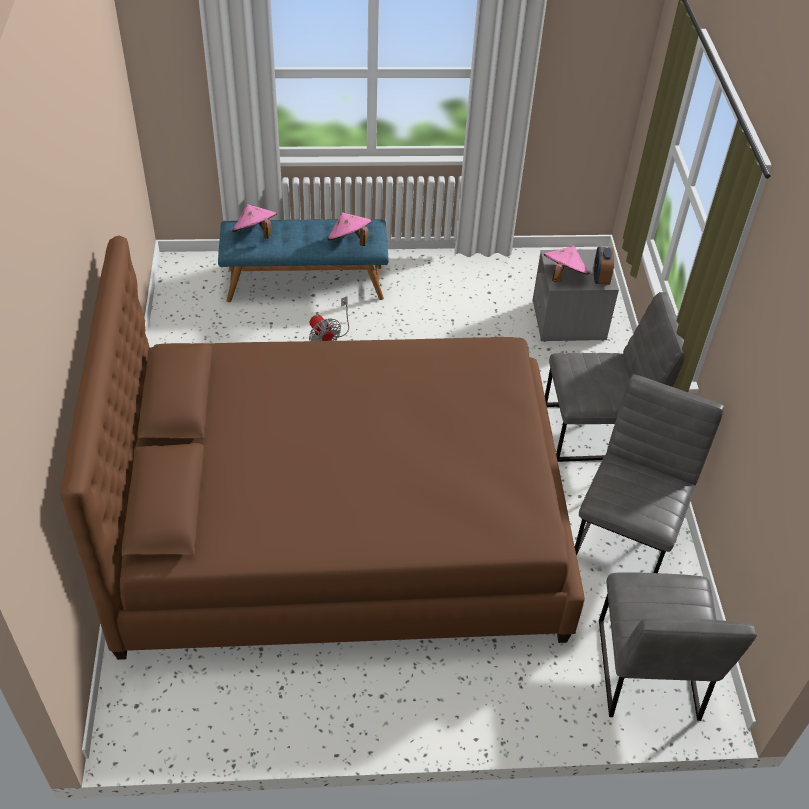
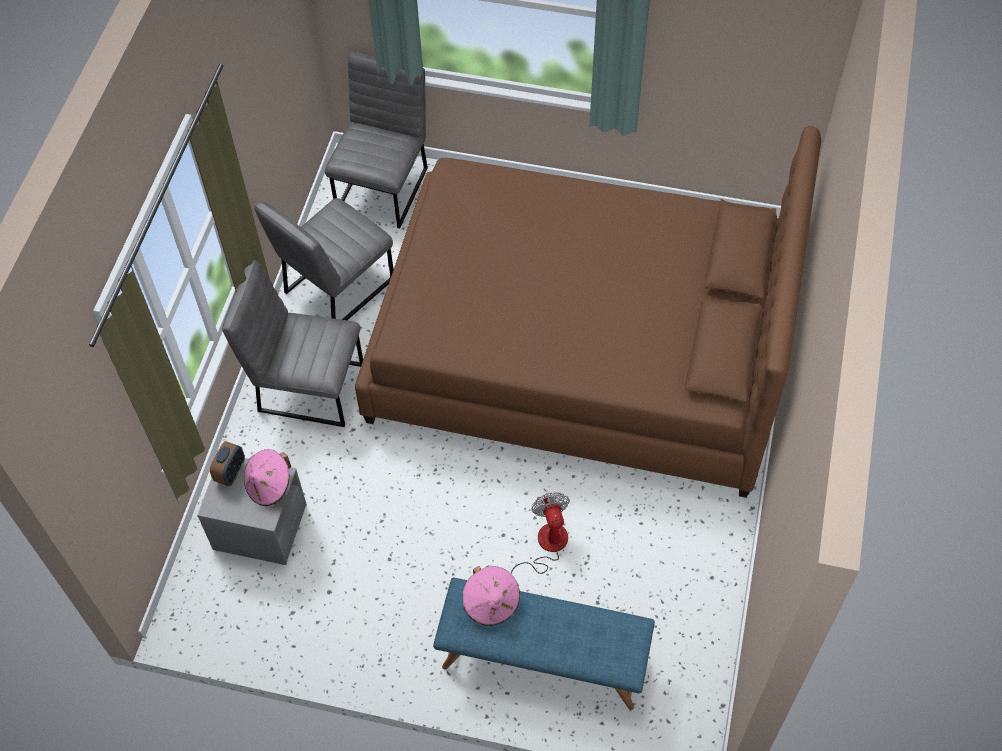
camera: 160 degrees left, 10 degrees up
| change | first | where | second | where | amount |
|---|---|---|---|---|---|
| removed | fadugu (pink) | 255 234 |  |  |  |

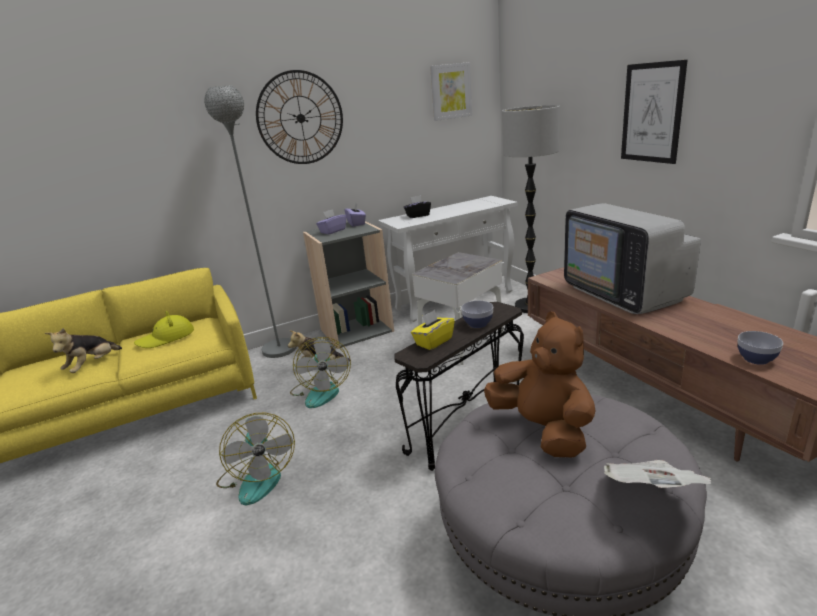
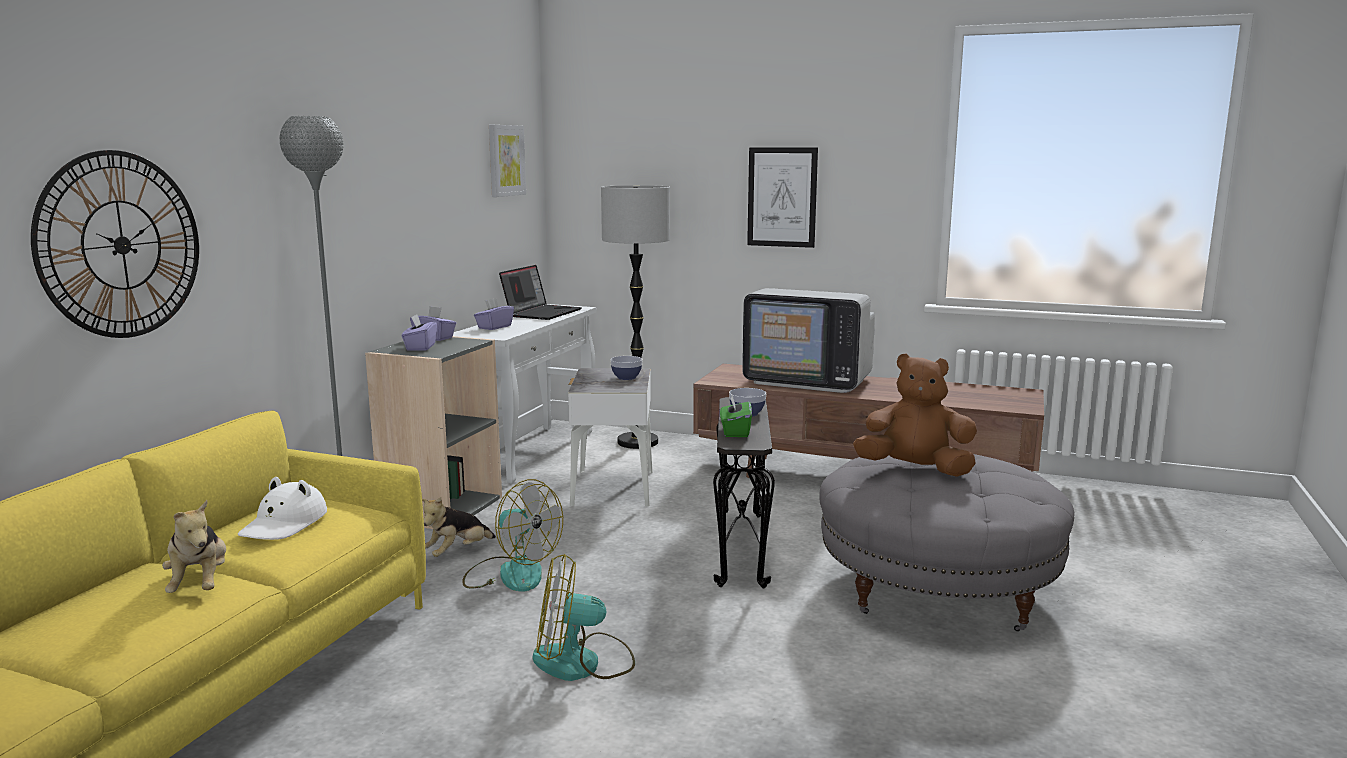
camera: 45 degrees left, 10 degrees down
| change | first | where | second | where | amount |
|---|---|---|---|---|---|
| recoloured | fadugu (yellow) | 166 338 | fadugu (white) | 284 524 |  |
| turned | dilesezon | 258 478 |  | 582 663 | 150 degrees clockwise |
| moved | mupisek | 300 118 |  | 121 245 |  |
| recoloured | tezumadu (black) | 418 215 | tezumadu (purple) | 494 327 |  |
| recoloured | tezumadu (yellow) | 433 341 | tezumadu (green) | 735 432 |  |
| removed | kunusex | 651 493 |  |  |  |
| moved | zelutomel | 756 359 |  | 626 377 |  |
| added |  |  | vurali | 542 313 |  |

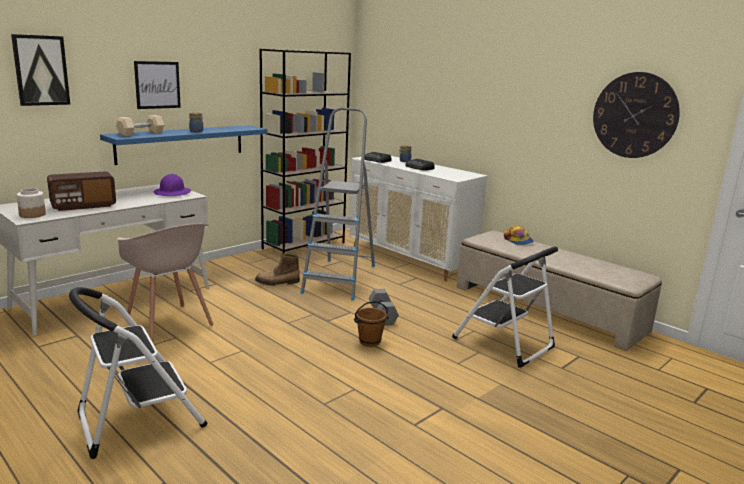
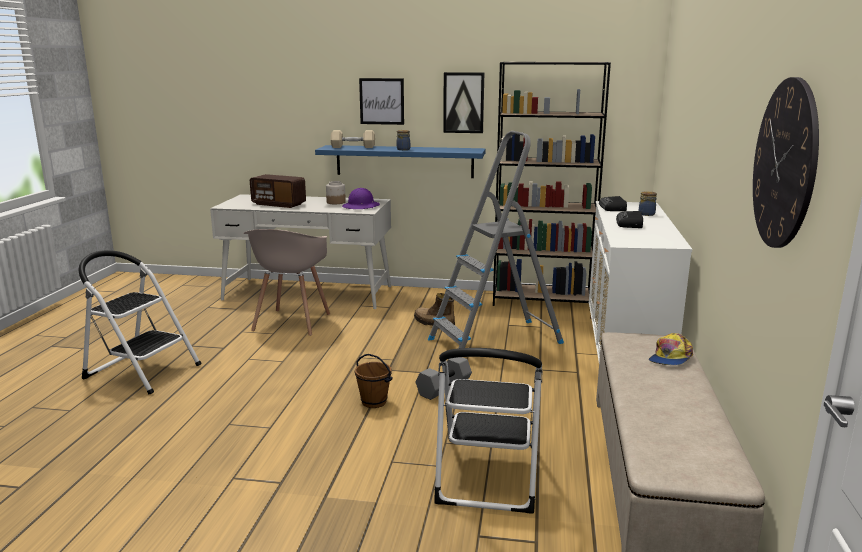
camera: 55 degrees right, 0 degrees up
| change | first | where | second | where | amount |
|---|---|---|---|---|---|
| moved | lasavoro | 41 70 |  | 463 102 |  |
| moved | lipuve | 32 215 |  | 335 202 |  |

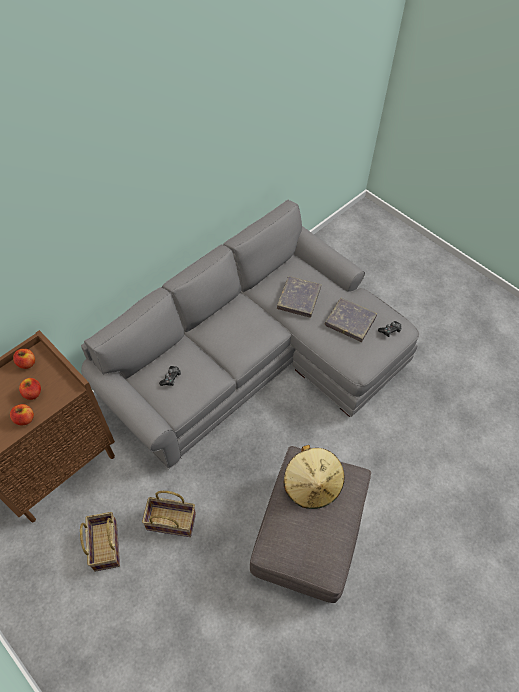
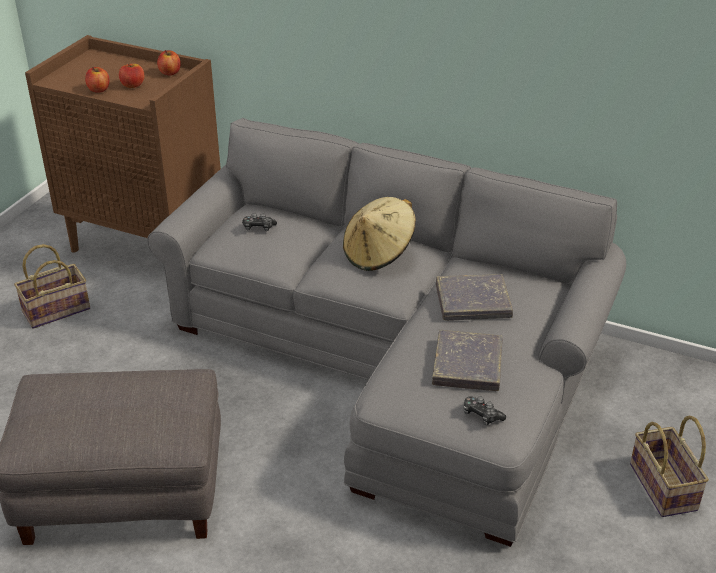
camera: 70 degrees right, 20 degrees down
| change | first | where | second | where | amount |
|---|---|---|---|---|---|
| moved | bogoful | 172 521 |  | 665 488 |  |
| moved | fadugu (beige) | 312 485 |  | 379 254 |  |

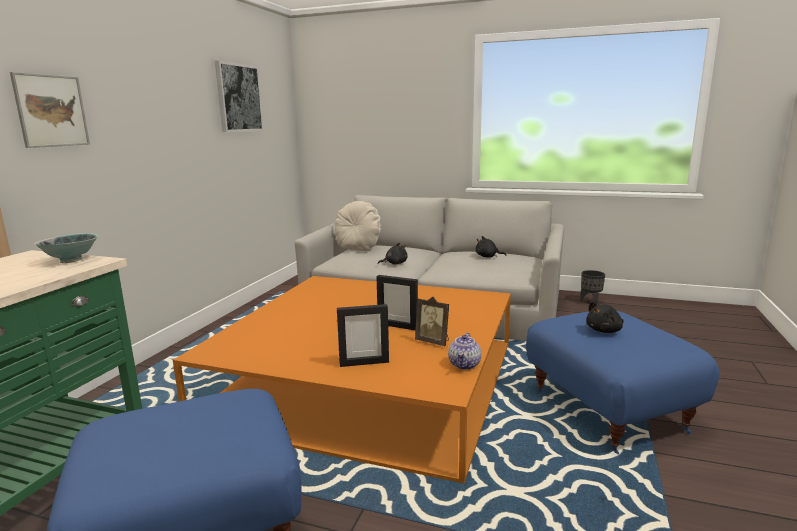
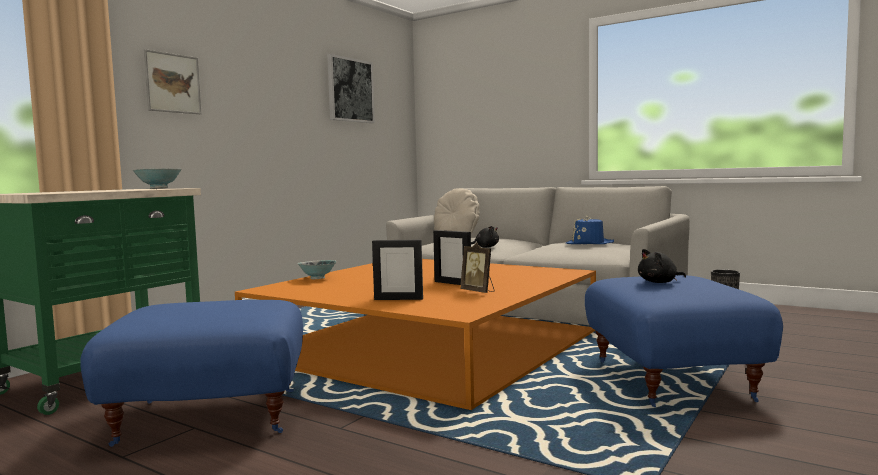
camera: 15 degrees right, 10 degrees down
| change | first | where | second | where | amount |
|---|---|---|---|---|---|
| removed | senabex | 465 365 |  |  |  |
| replaced | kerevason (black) | 487 257 | fadugu (blue) | 589 243 |  |
| added |  |  | zelutomel | 317 278 |  |

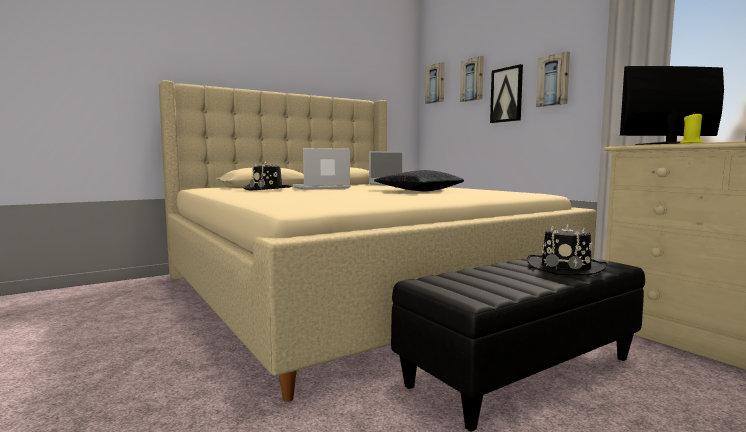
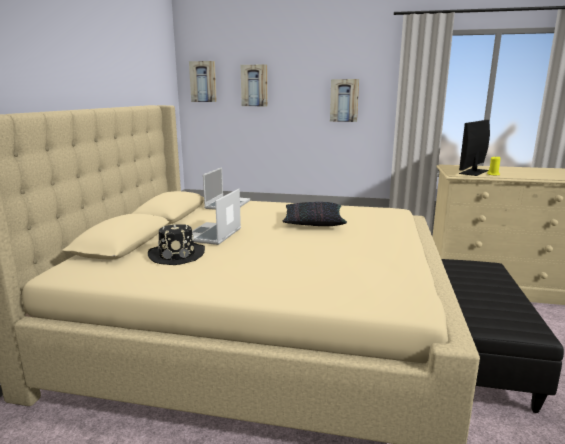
camera: 45 degrees left, 10 degrees up
| change | first | where | second | where | amount |
|---|---|---|---|---|---|
| removed | lasavoro | 506 95 |  |  |  |
| removed | fadugu (black) | 566 267 |  |  |  |

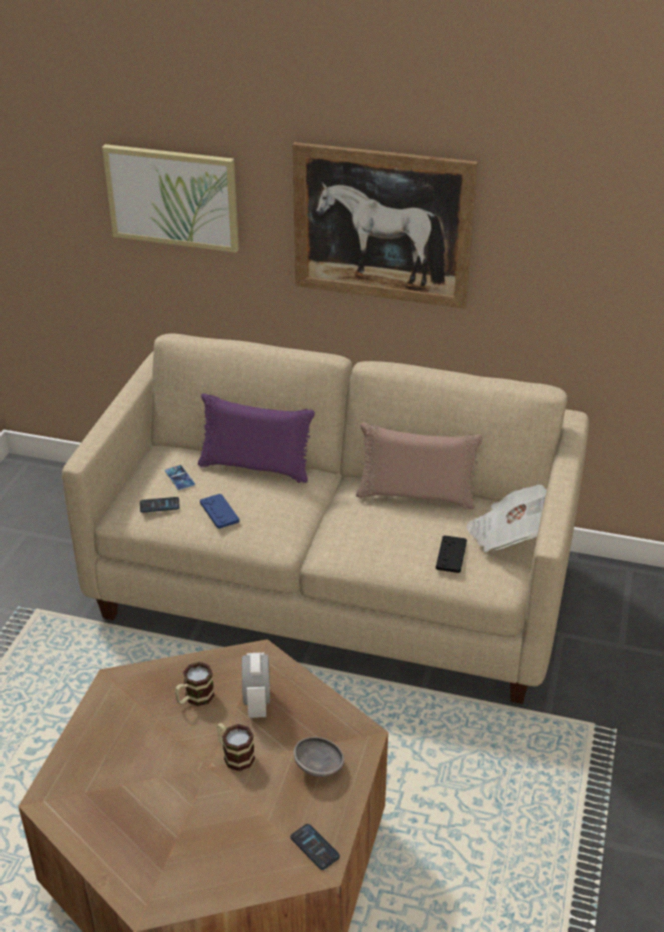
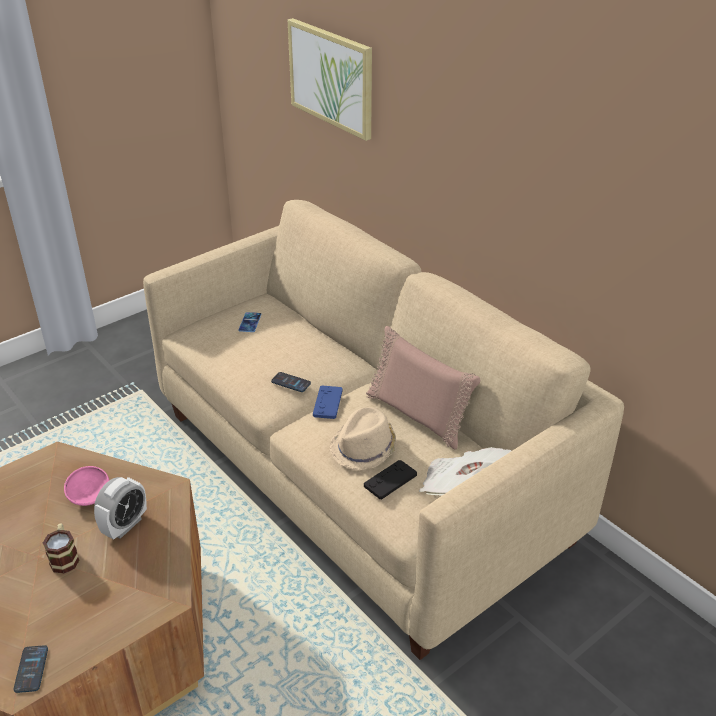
camera: 35 degrees right, 0 degrees up
| change | first | where | second | where | amount |
|---|---|---|---|---|---|
| moved | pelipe | 159 505 |  | 291 382 |  |
| replaced | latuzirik | 194 698 | zelutomel (pink) | 89 497 |  |
| removed | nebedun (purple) | 255 467 |  |  |  |
| moved | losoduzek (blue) | 219 512 |  | 327 403 |  |
| removed | lasavoro | 382 225 |  |  |  |
| removed | zelutomel (grey) | 319 767 |  |  |  |
| added |  |  | fadugu (beige) | 364 448 |  |

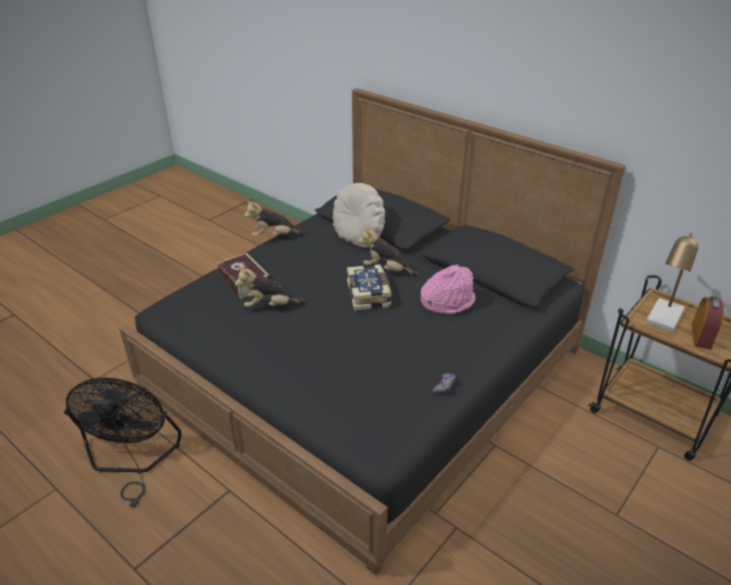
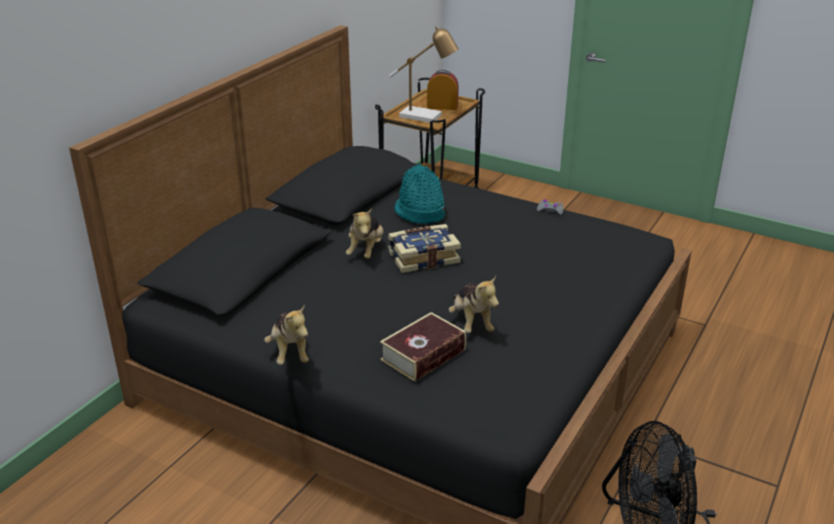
camera: 100 degrees left, 5 degrees down
| change | first | where | second | where | amount |
|---|---|---|---|---|---|
| removed | nebedun (beige) | 358 239 |  |  |  |
| recoloured | fadugu (pink) | 447 301 | fadugu (turquoise) | 420 212 |  |

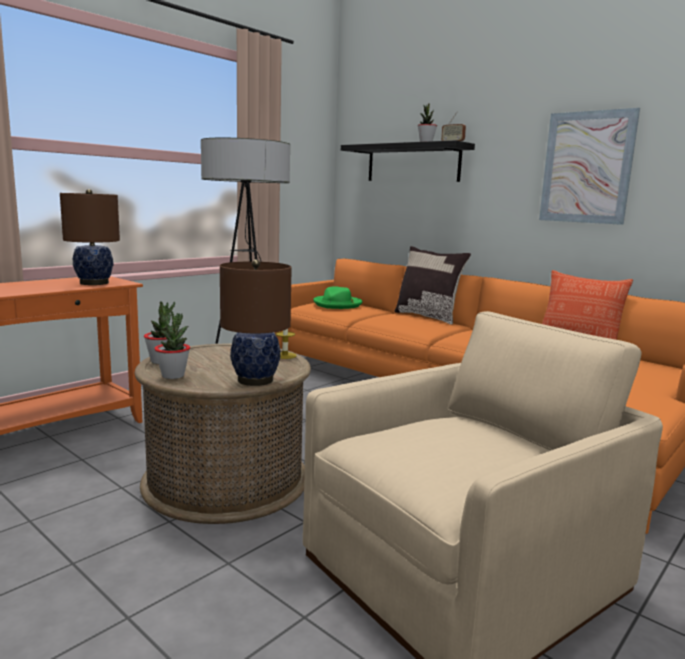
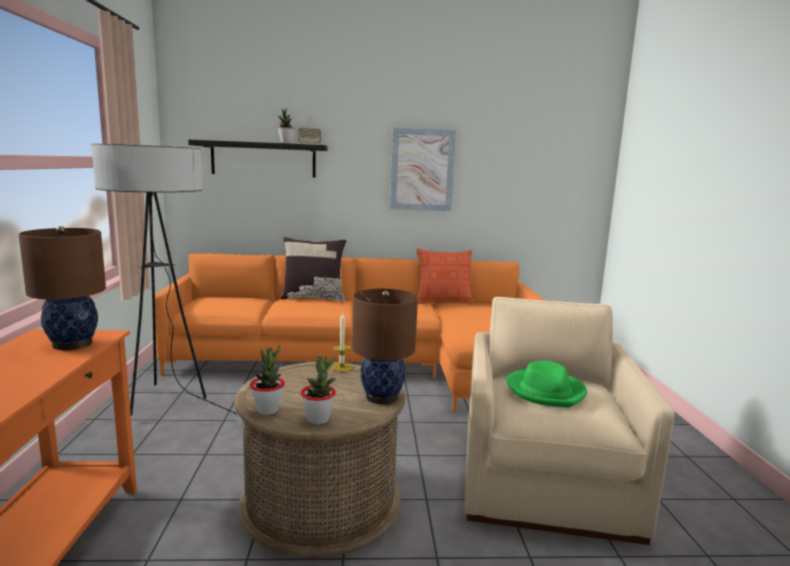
camera: 45 degrees left, 0 degrees up
| change | first | where | second | where | amount |
|---|---|---|---|---|---|
| moved | fadugu (green) | 337 304 |  | 546 391 |  |

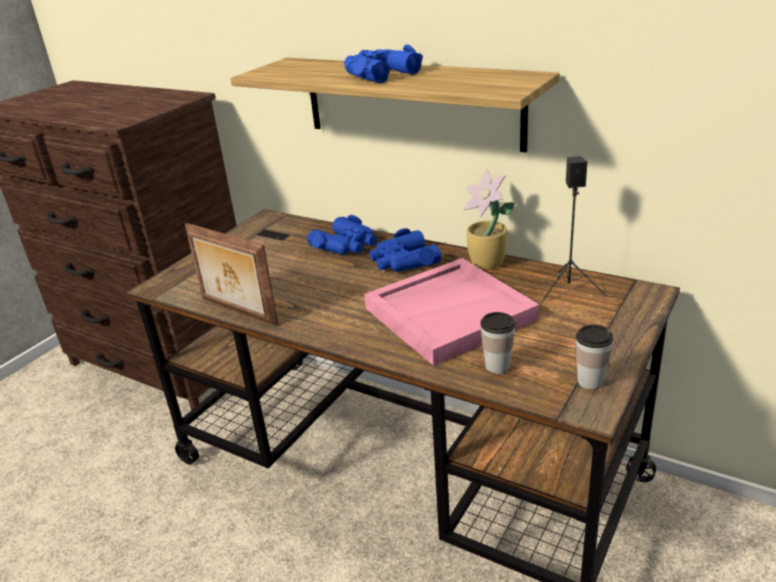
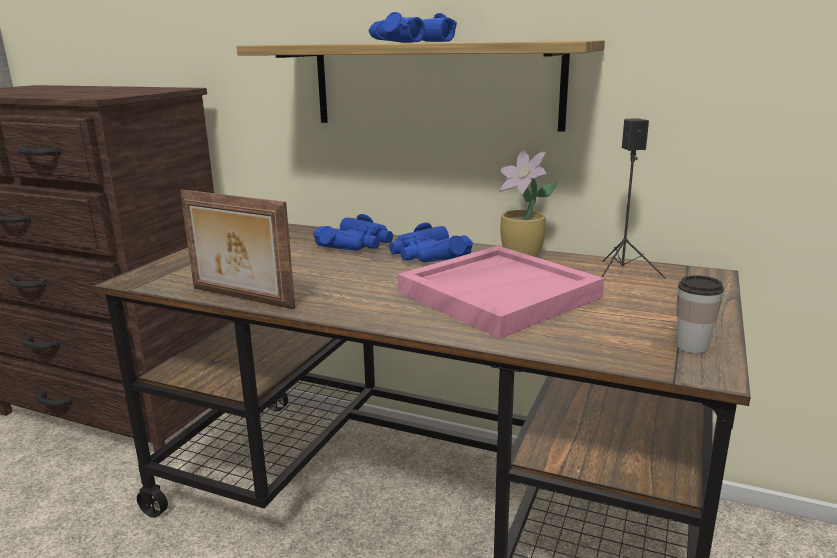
camera: 10 degrees left, 10 degrees down
| change | first | where | second | where | amount |
|---|---|---|---|---|---|
| removed | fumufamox | 497 366 |  |  |  |

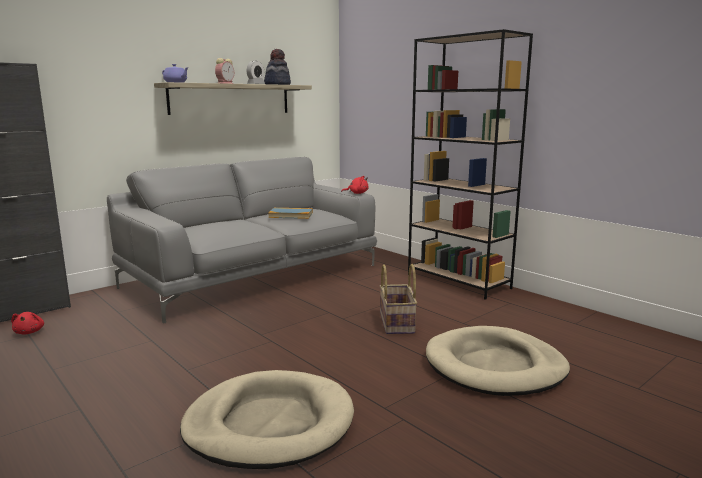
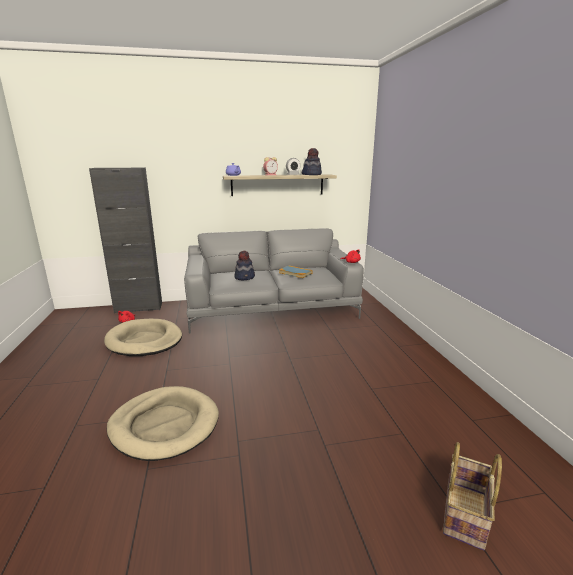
camera: 30 degrees right, 5 degrees up
| change | first | where | second | where | amount |
|---|---|---|---|---|---|
| moved | bogoful | 397 323 |  | 465 514 |  |
| removed | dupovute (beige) | 458 281 |  |  |  |
| moved | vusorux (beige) | 495 366 |  | 144 340 |  |
| added |  |  | fadugu | 245 277 |  |

